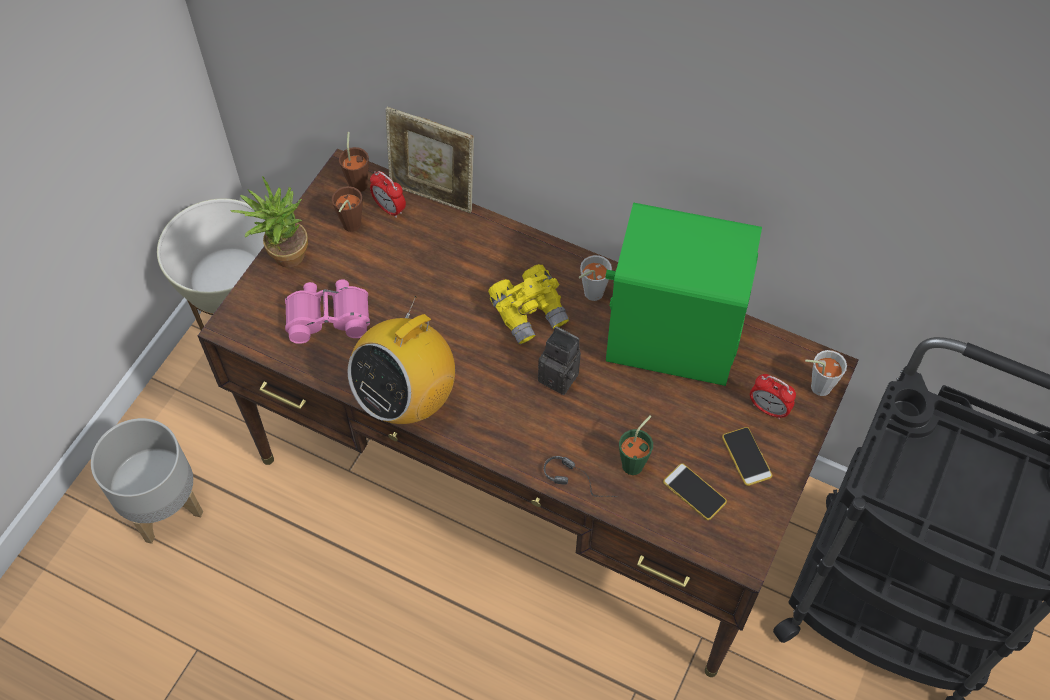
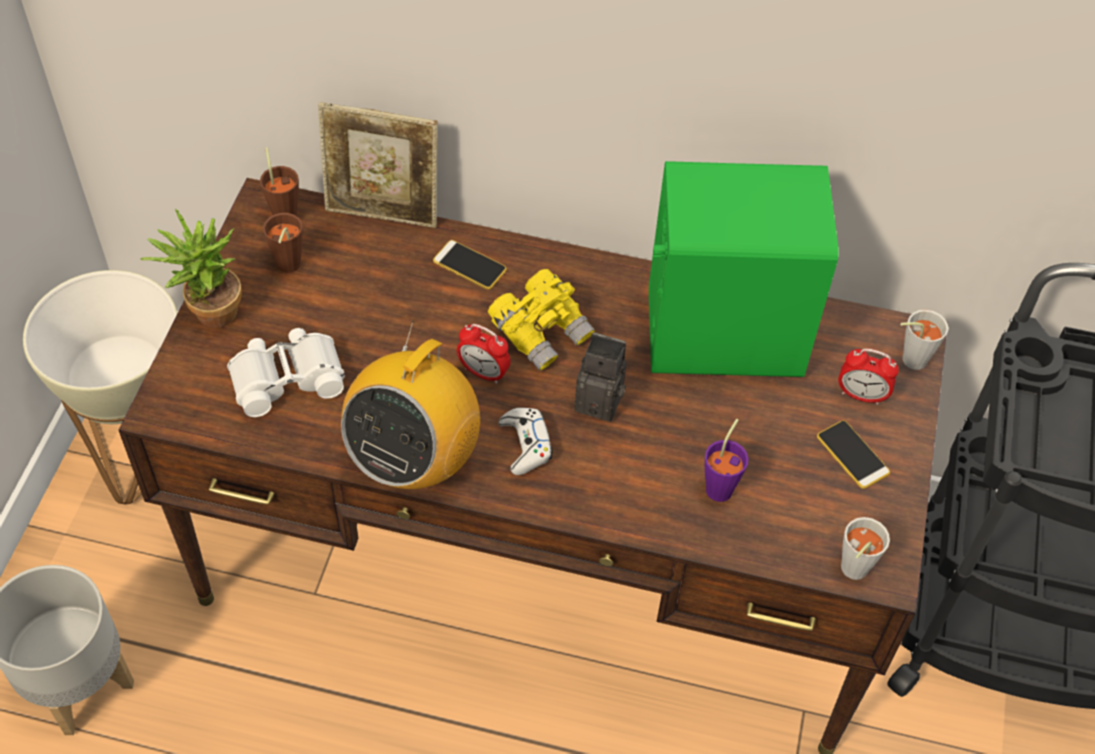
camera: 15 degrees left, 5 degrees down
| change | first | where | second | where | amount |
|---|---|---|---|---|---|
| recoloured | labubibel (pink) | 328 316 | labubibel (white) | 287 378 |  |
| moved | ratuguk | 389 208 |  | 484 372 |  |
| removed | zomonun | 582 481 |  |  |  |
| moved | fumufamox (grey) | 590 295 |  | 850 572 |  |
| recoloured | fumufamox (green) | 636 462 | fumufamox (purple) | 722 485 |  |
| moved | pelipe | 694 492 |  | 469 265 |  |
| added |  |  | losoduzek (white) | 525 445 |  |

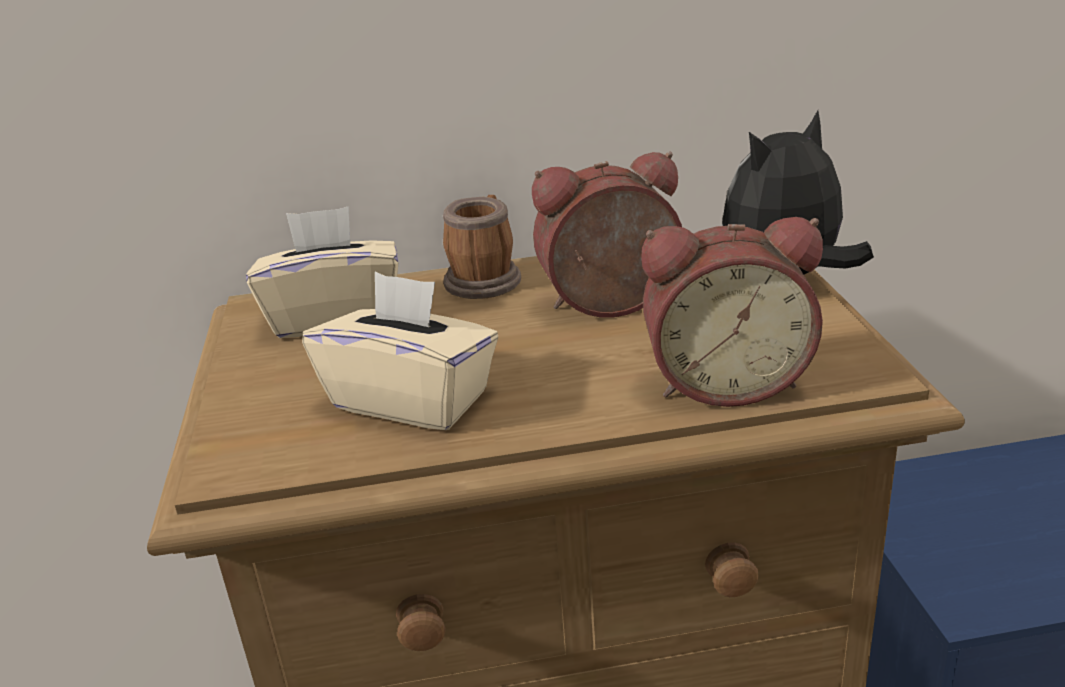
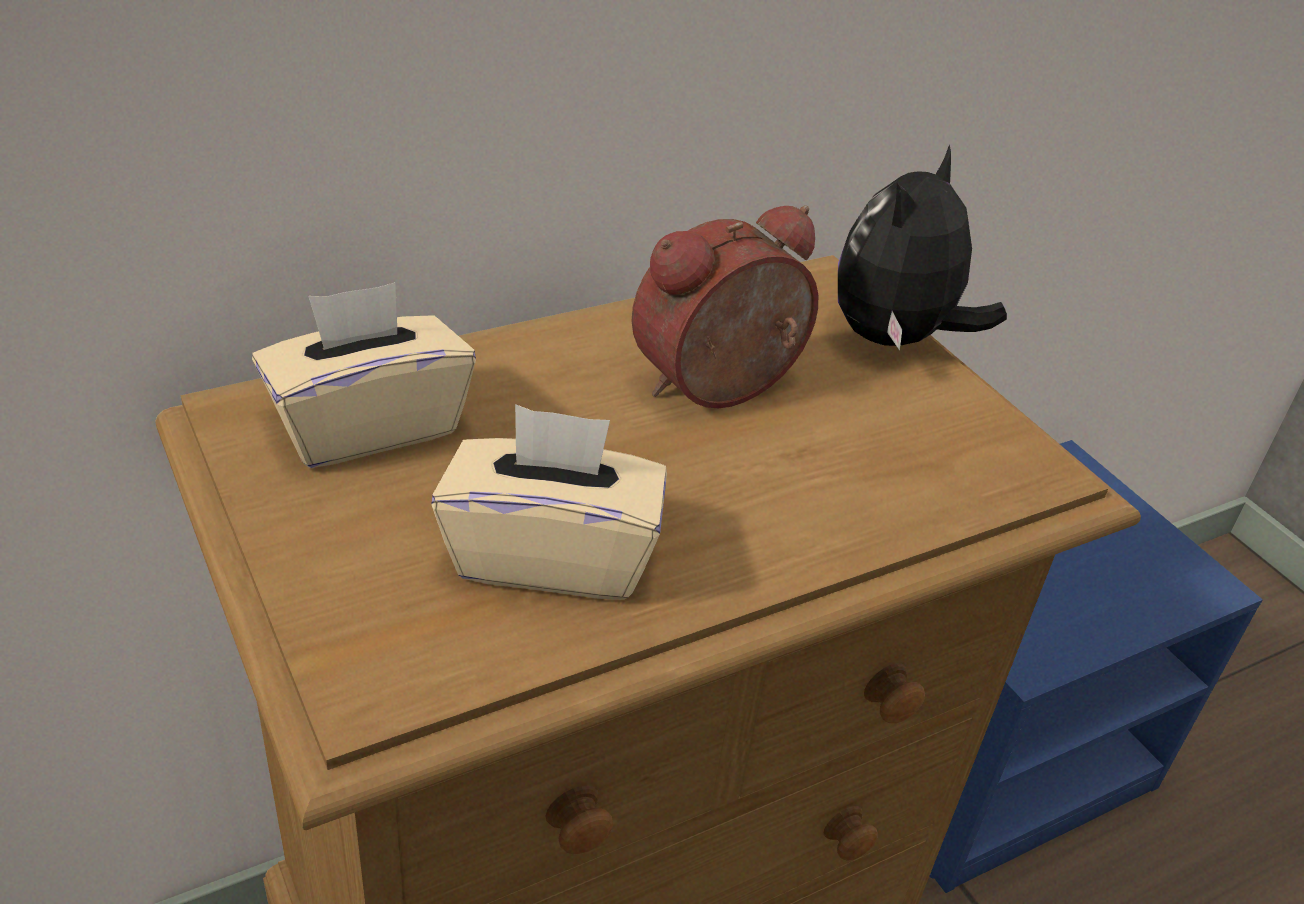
camera: 25 degrees left, 10 degrees up
| change | first | where | second | where | amount |
|---|---|---|---|---|---|
| removed | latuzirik | 485 278 |  |  |  |
| removed | ratuguk | 725 381 |  |  |  |

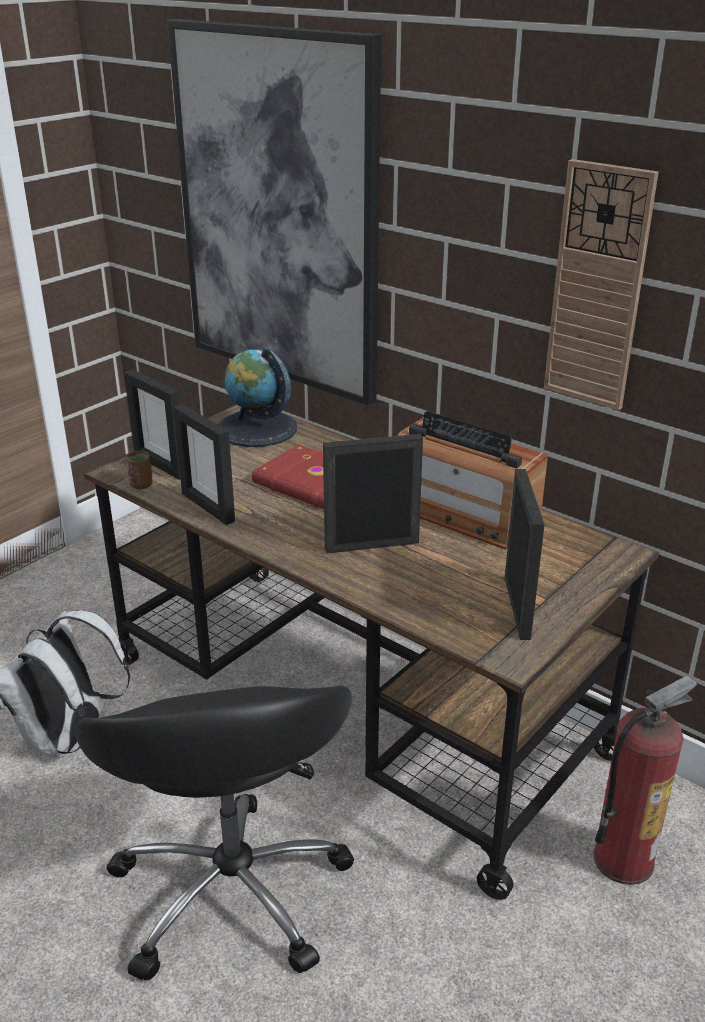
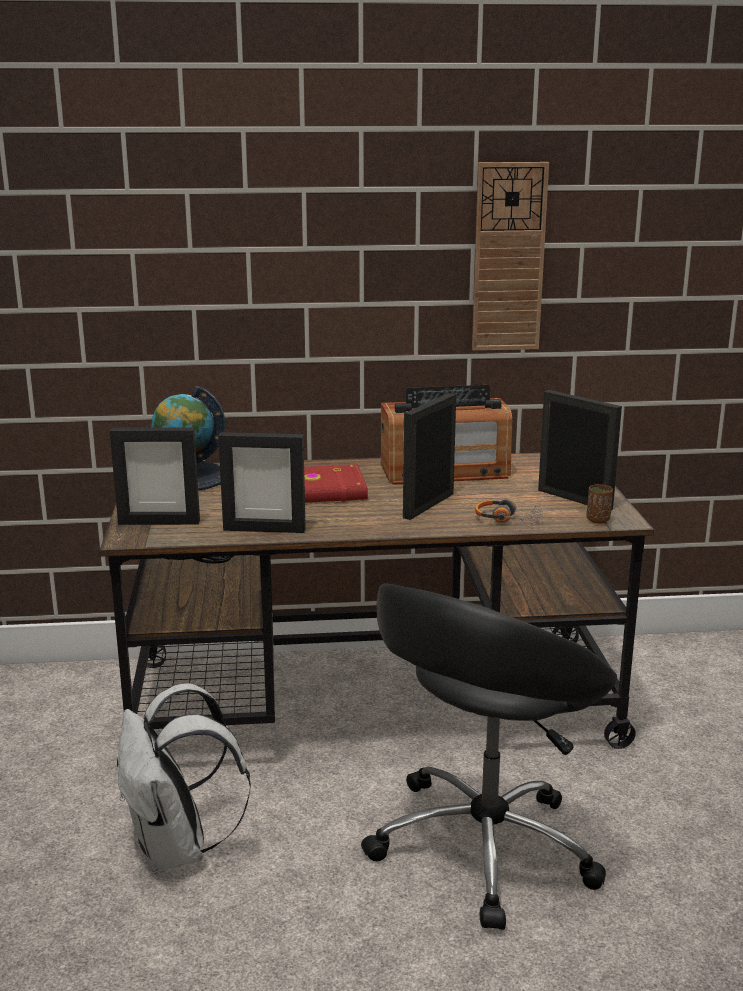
camera: 45 degrees left, 10 degrees down
| change | first | where | second | where | amount |
|---|---|---|---|---|---|
| turned | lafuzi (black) | 232 897 |  | 481 851 | 90 degrees clockwise |
| moved | fumufamox (brown) | 141 485 |  | 598 520 |  |
| removed | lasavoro | 278 213 |  |  |  |
| removed | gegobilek | 623 859 |  |  |  |
| added |  |  | zomonun | 508 520 |  |

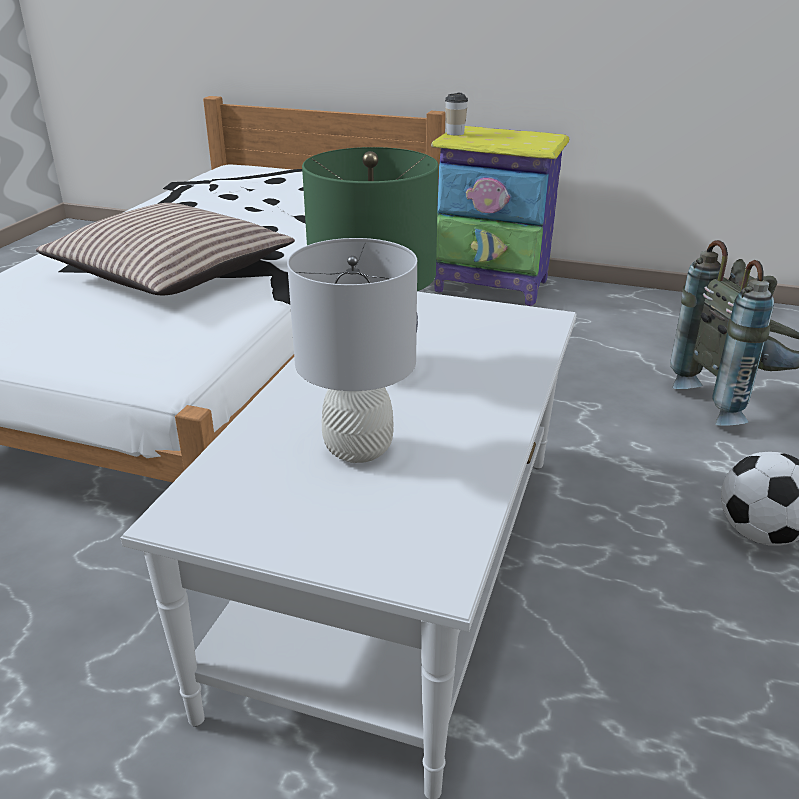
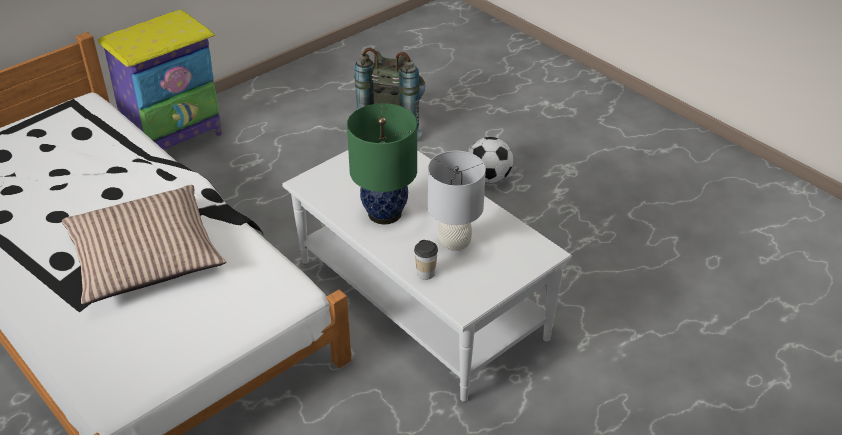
camera: 60 degrees left, 10 degrees up
| change | first | where | second | where | amount |
|---|---|---|---|---|---|
| moved | fumufamox | 455 133 |  | 425 273 |  |

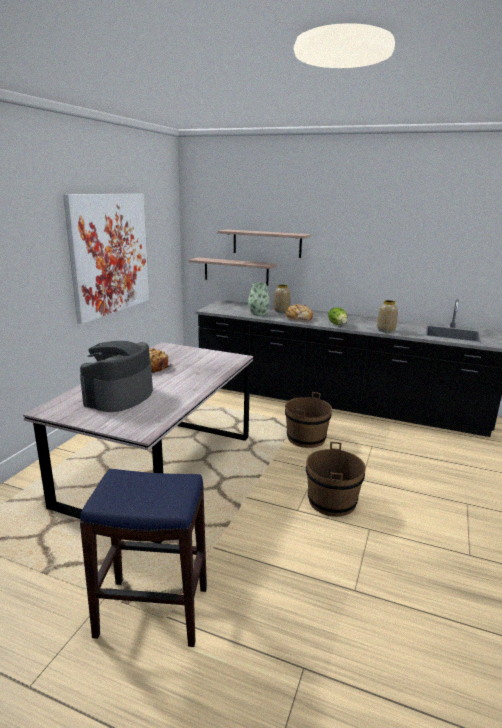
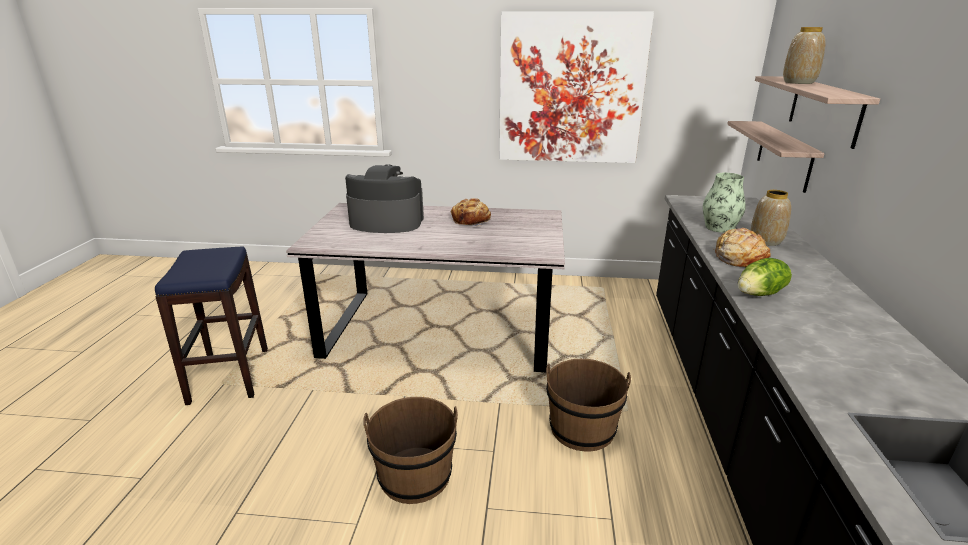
camera: 75 degrees right, 5 degrees up
| change | first | where | second | where | amount |
|---|---|---|---|---|---|
| moved | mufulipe | 385 330 |  | 798 82 |  |

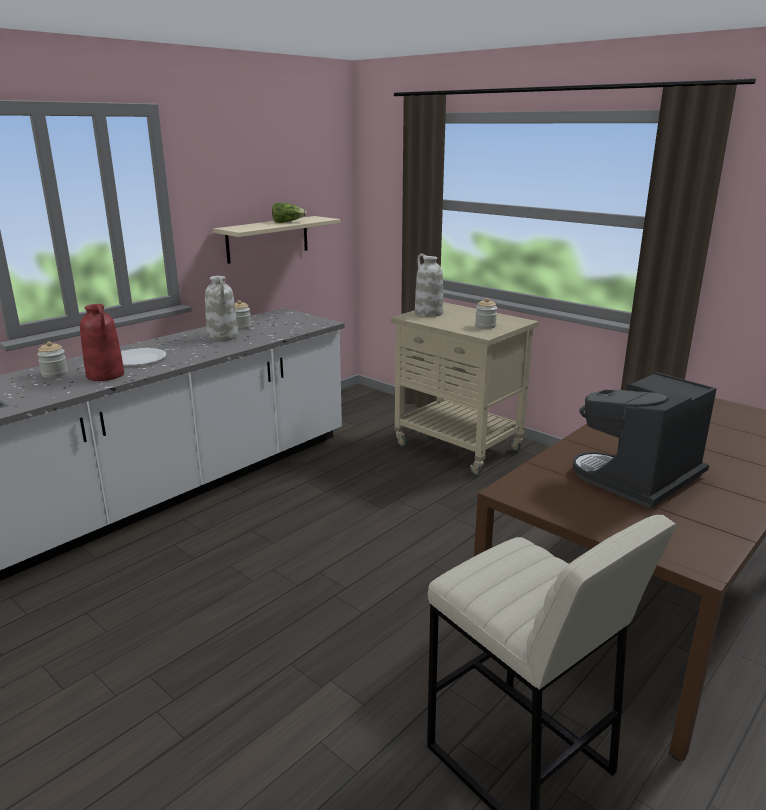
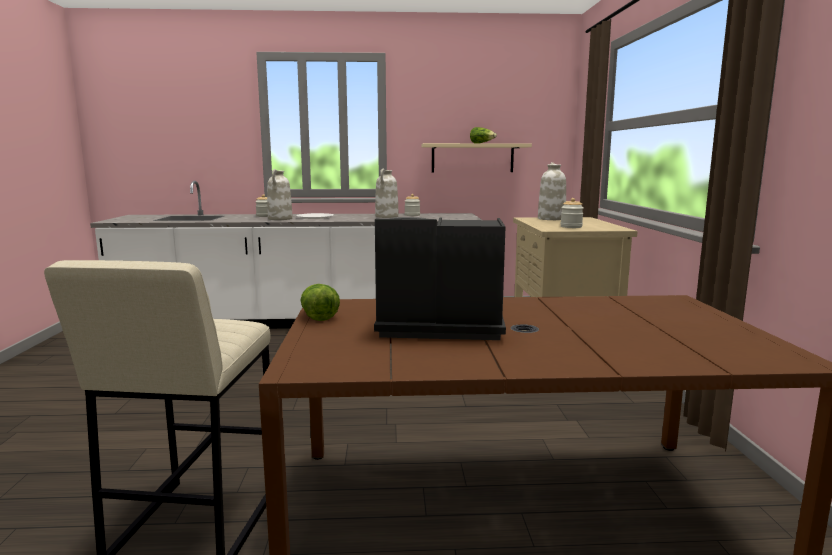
camera: 45 degrees right, 10 degrees down
| change | first | where | second | where | amount |
|---|---|---|---|---|---|
| recoloured | mufulipe (red) | 106 375 | mufulipe (white) | 280 219 |  |
| added |  |  | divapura | 318 316 |  |

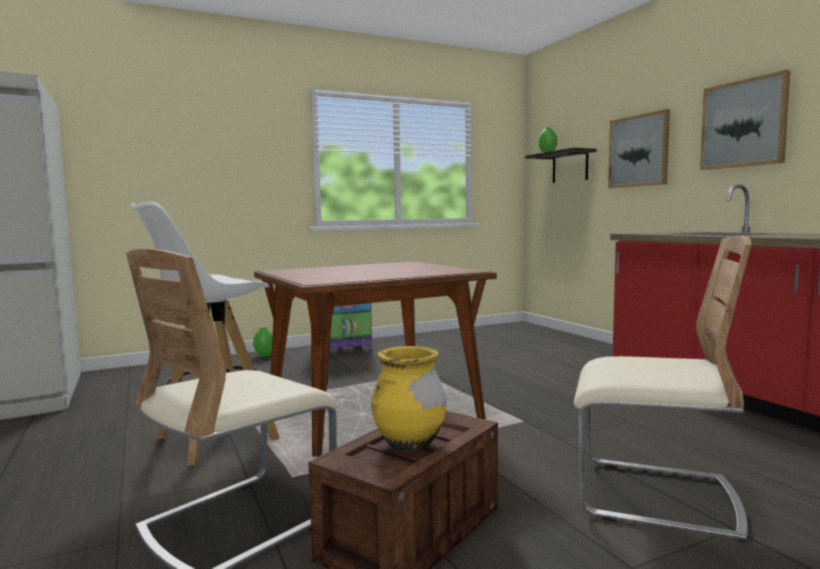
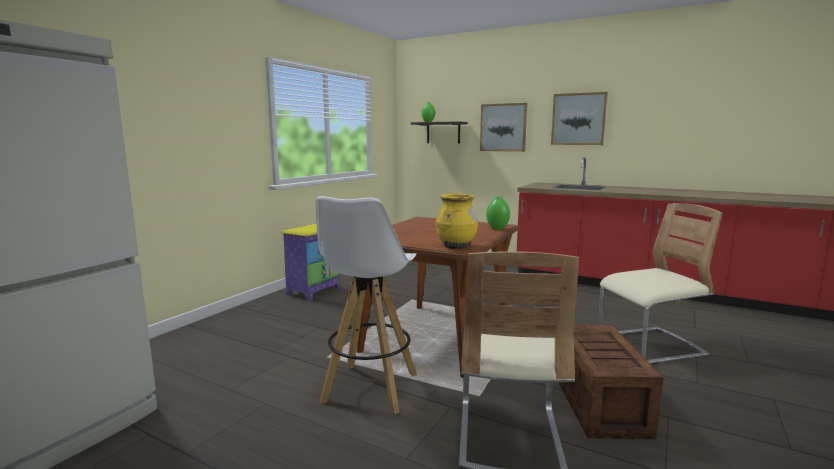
camera: 35 degrees left, 5 degrees up
| change | first | where | second | where | amount |
|---|---|---|---|---|---|
| moved | mufulipe (green) | 265 355 |  | 497 228 |  |
| moved | mufulipe (yellow) | 409 443 |  | 456 247 |  |

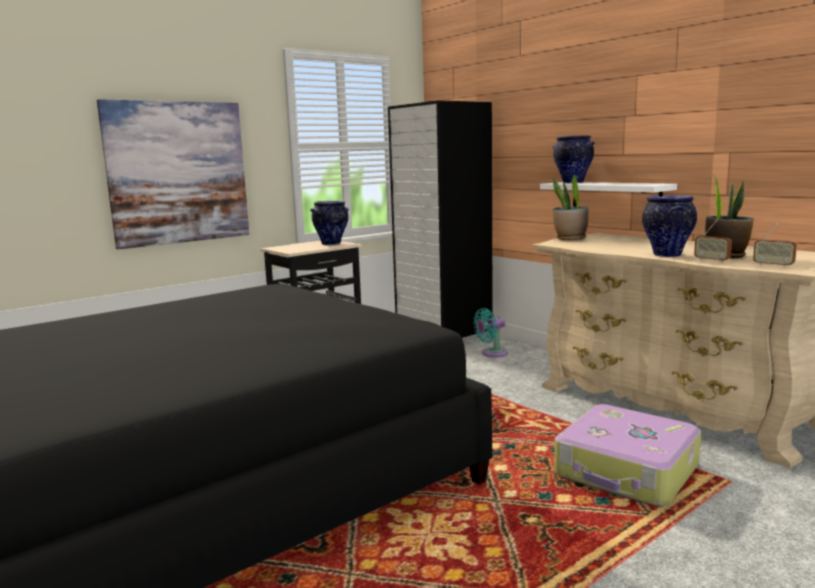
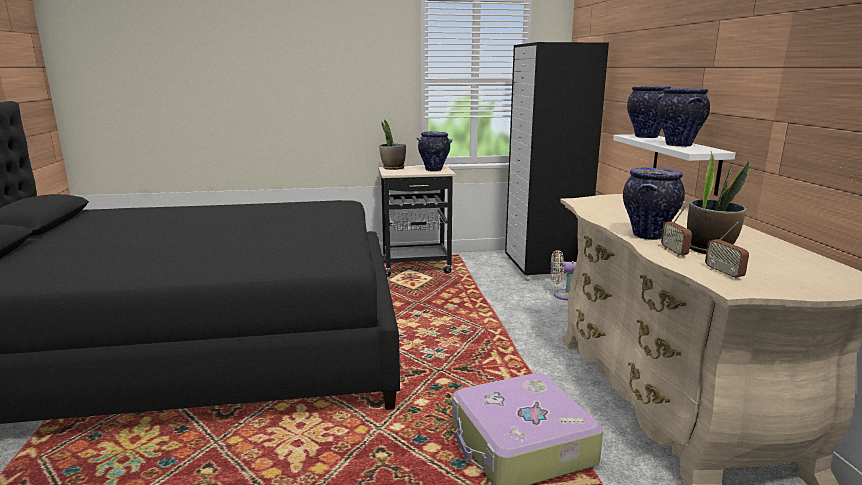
camera: 30 degrees right, 5 degrees up
| change | first | where | second | where | amount |
|---|---|---|---|---|---|
| removed | lasavoro | 178 173 |  |  |  |
| recoloured | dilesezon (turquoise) | 492 353 | dilesezon (beige) | 563 295 |  |
| moved | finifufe | 570 239 |  | 393 168 |  |
| added |  |  | mufulipe | 678 145 |  |

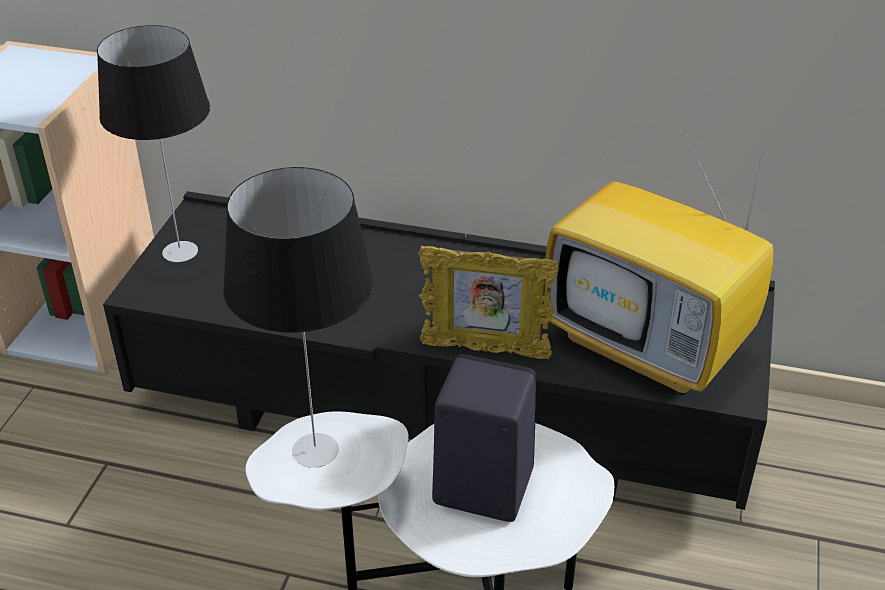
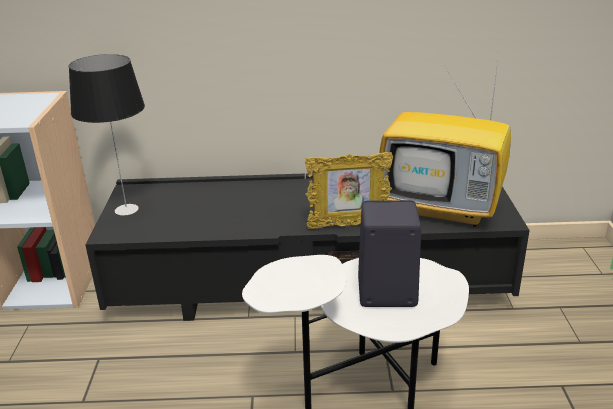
camera: 15 degrees left, 10 degrees down
| change | first | where | second | where | amount |
|---|---|---|---|---|---|
| removed | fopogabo | 315 449 |  |  |  |

